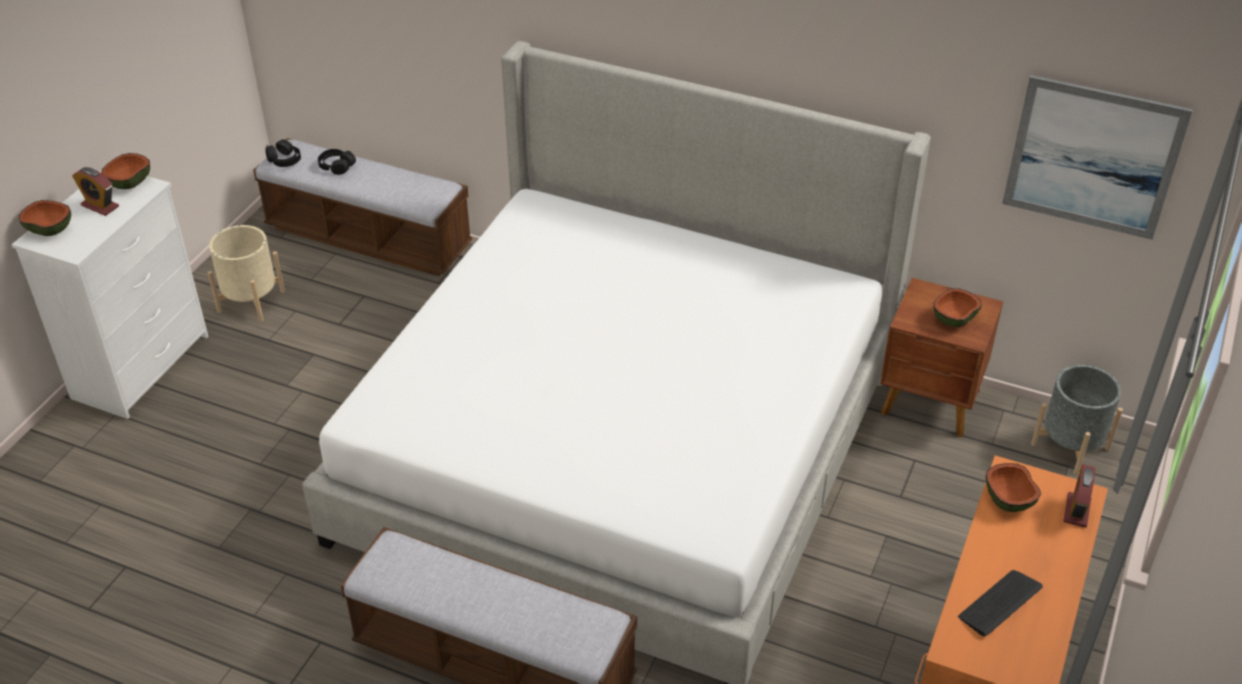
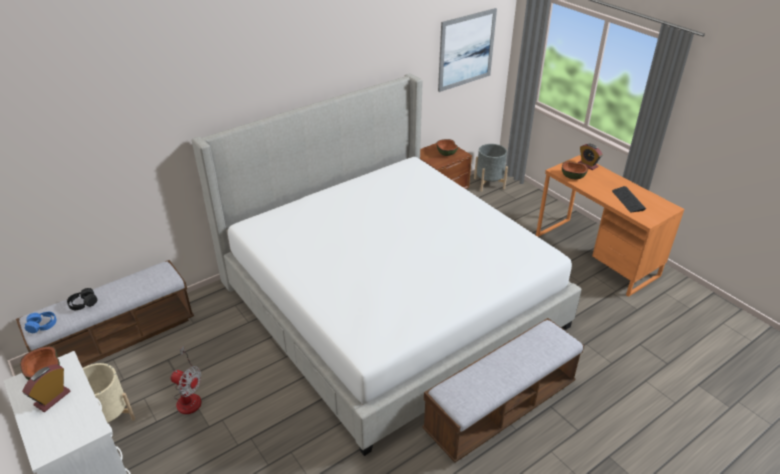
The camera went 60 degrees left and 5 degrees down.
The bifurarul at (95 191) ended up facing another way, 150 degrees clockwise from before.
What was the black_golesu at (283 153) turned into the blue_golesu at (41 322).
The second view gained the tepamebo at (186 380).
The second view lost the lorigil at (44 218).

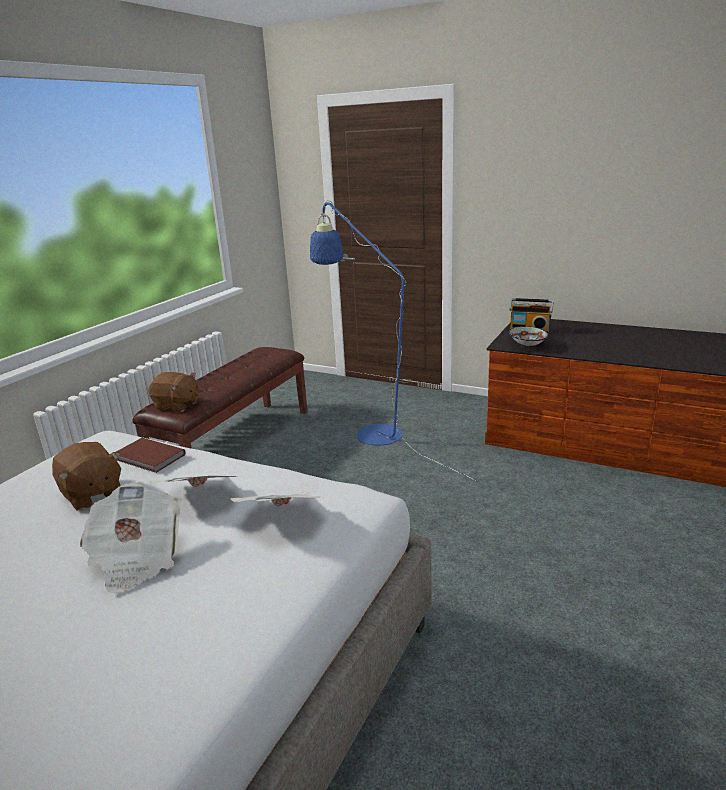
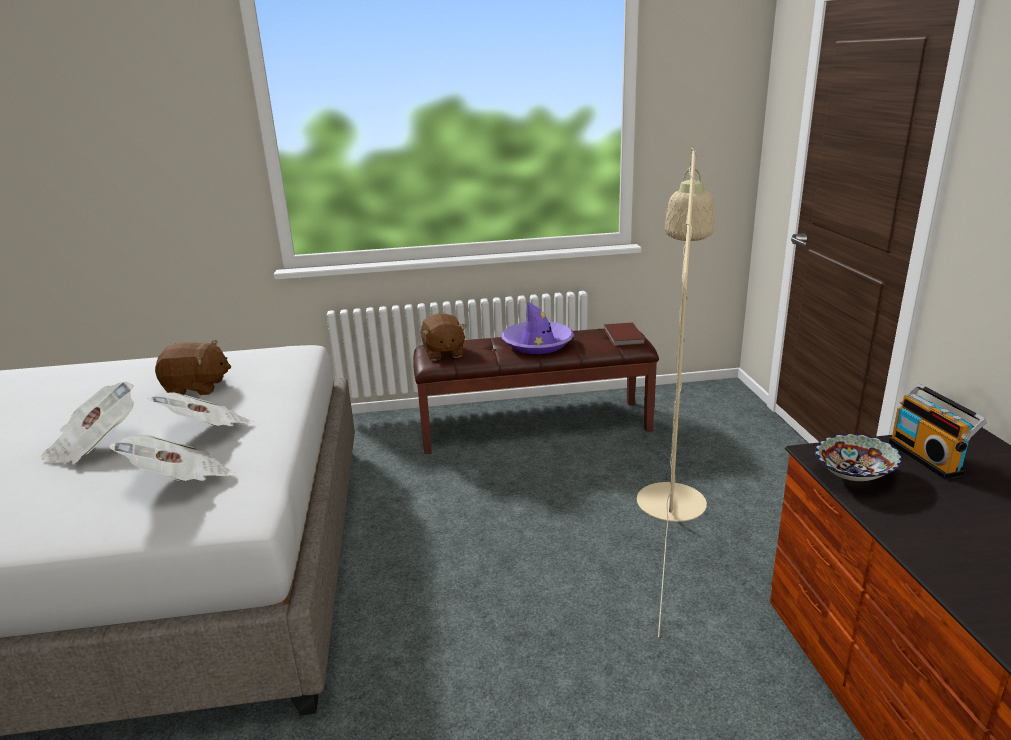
The camera went 55 degrees right and 0 degrees up.
The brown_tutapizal at (87 476) ended up facing another way, 105 degrees counterclockwise from before.
The second view gained the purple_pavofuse at (538 327).
The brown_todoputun ended up elsewhere, having gone from (150 455) to (625 334).
What was the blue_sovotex at (394 341) turned into the beige_sovotex at (676 393).

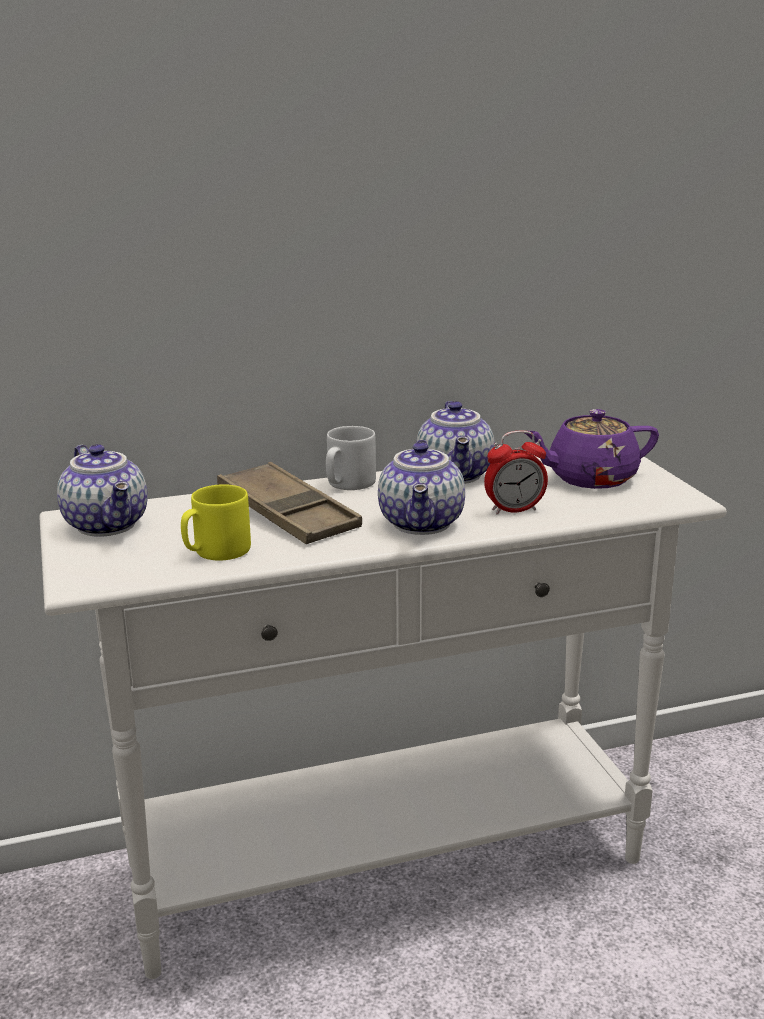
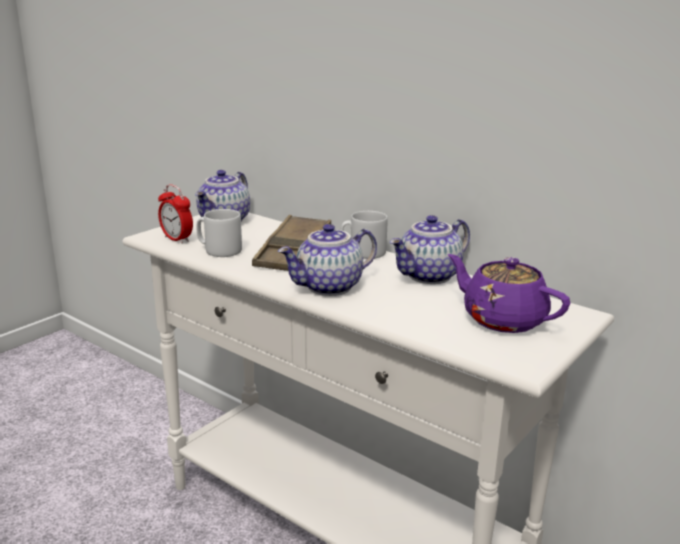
The camera went 55 degrees right and 0 degrees up.
The bifurarul ended up elsewhere, having gone from (516 473) to (175 214).
What was the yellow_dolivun at (216 522) turned into the grey_dolivun at (219 233).

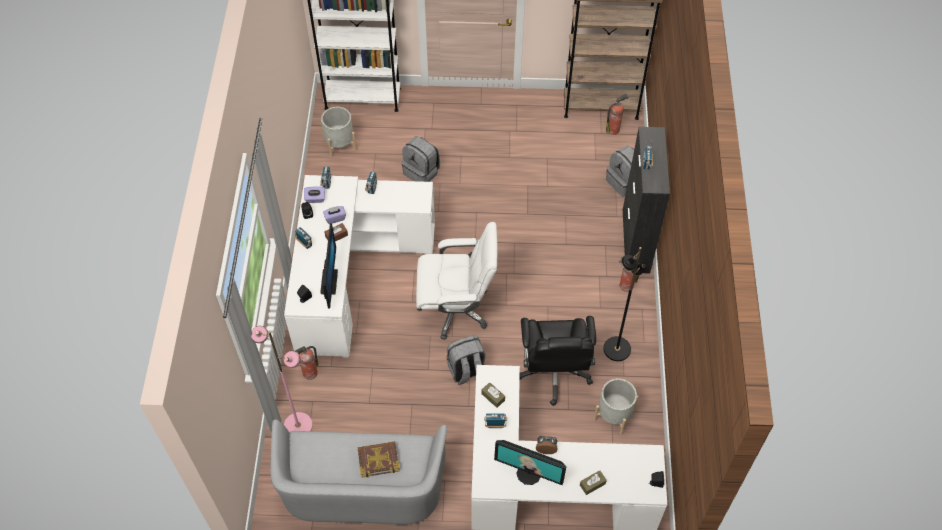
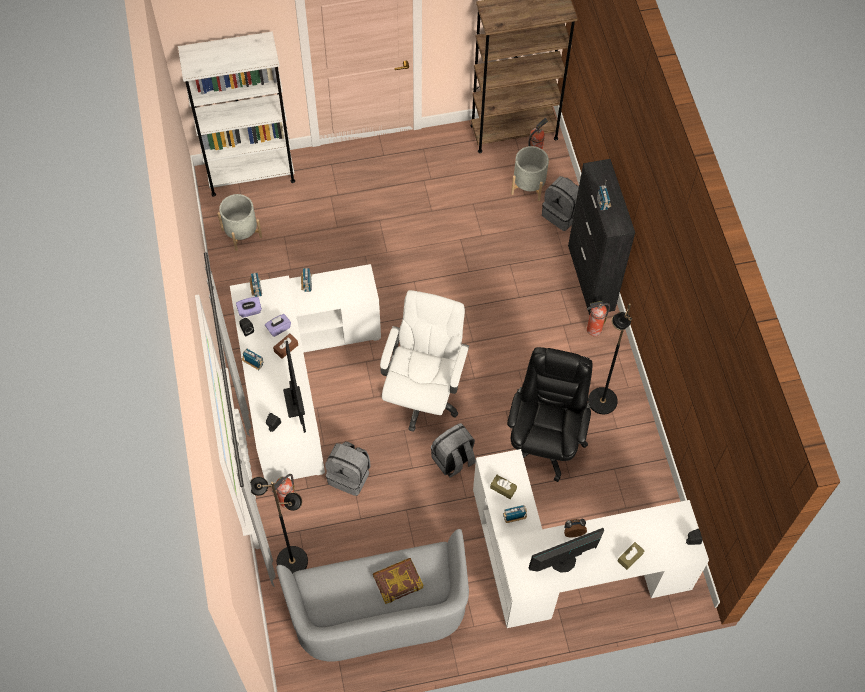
The camera went 15 degrees left and 5 degrees up.
What was the pink_sovotex at (282 379) turned into the black_sovotex at (279 525).
The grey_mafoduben ended up elsewhere, having gone from (421 159) to (348 469).
The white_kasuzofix at (456 281) ended up facing another way, 60 degrees counterclockwise from before.
The black_kasuzofix at (558 361) ended up facing another way, 150 degrees counterclockwise from before.
The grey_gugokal ended up elsewhere, having gone from (616 406) to (530 173).
The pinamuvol at (530 462) ended up facing another way, 150 degrees clockwise from before.

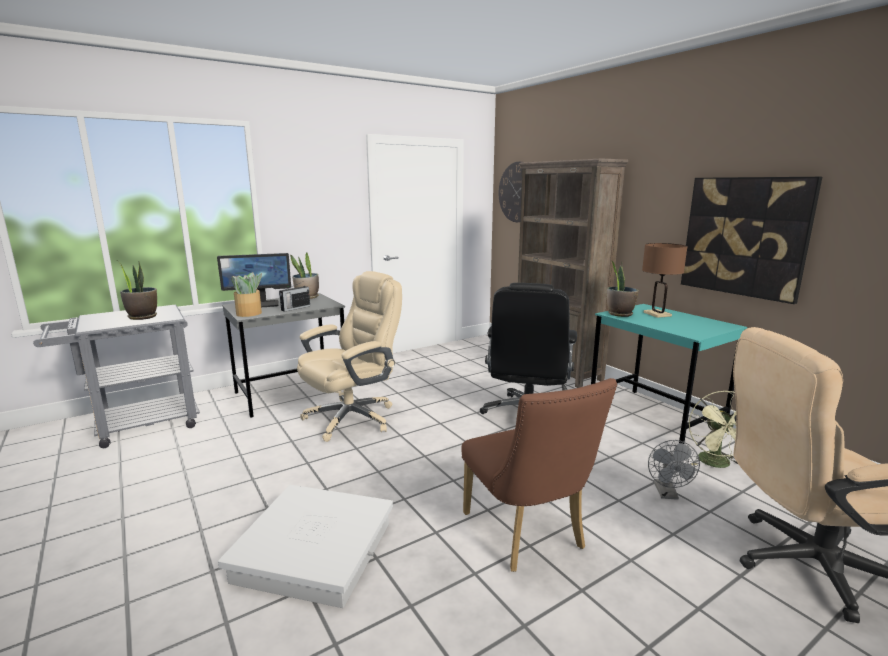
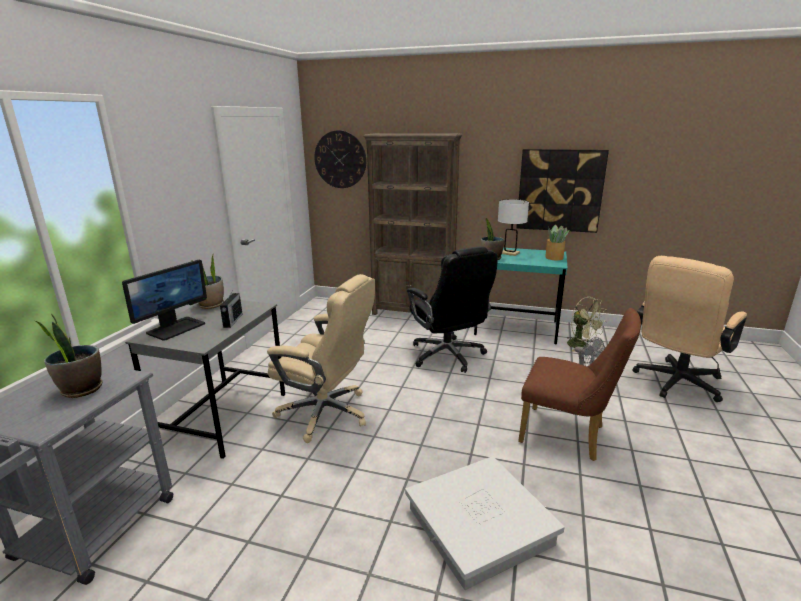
The camera went 40 degrees left and 5 degrees up.
The beige_kasuzofix at (349 356) ended up facing another way, 105 degrees clockwise from before.
What was the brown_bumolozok at (665 280) turned into the white_bumolozok at (513 227).
The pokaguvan ended up elsewhere, having gone from (246 294) to (557 242).

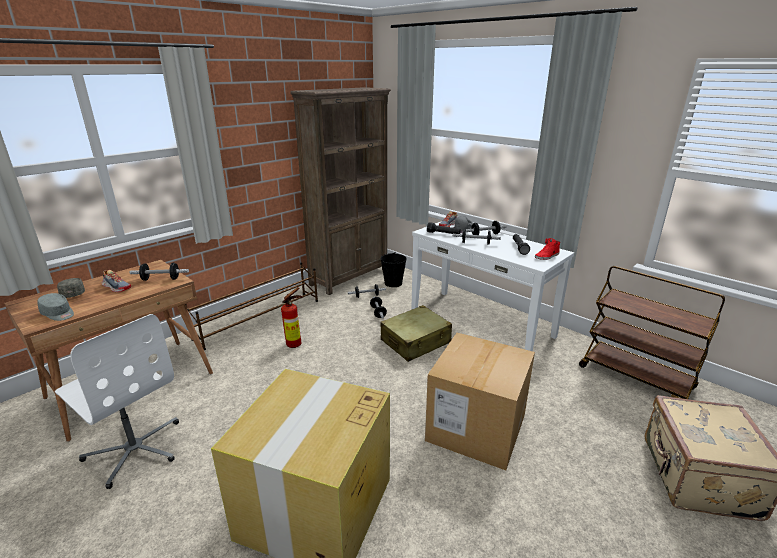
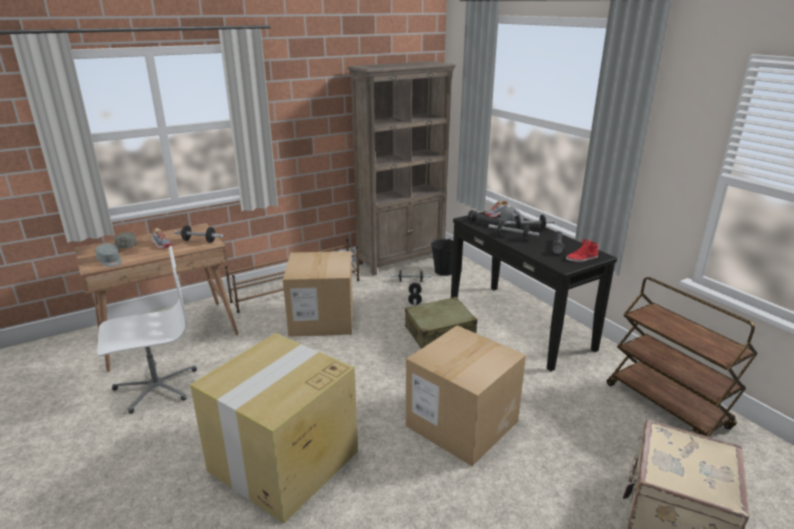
The camera went 15 degrees right and 0 degrees up.
The white_kasuzofix at (117 401) ended up facing another way, 75 degrees counterclockwise from before.
Where the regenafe stood at (292 317), the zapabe came to stand at (318 294).
What was the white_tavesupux at (492 286) turned into the black_tavesupux at (534 291).

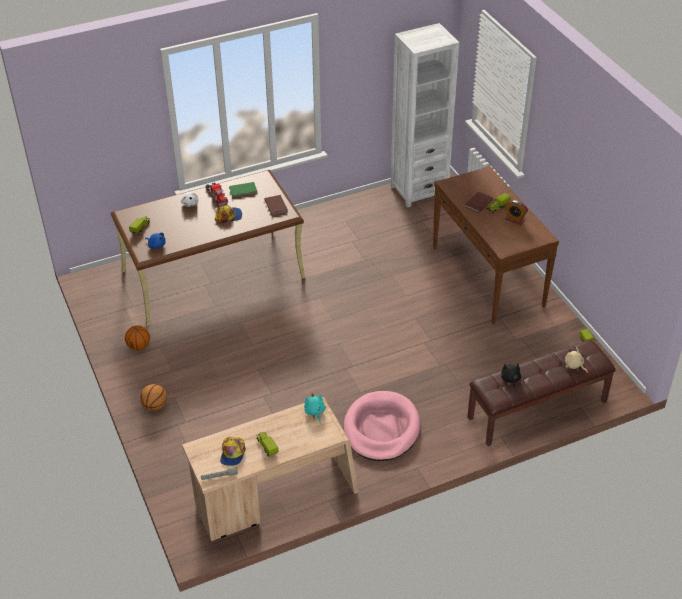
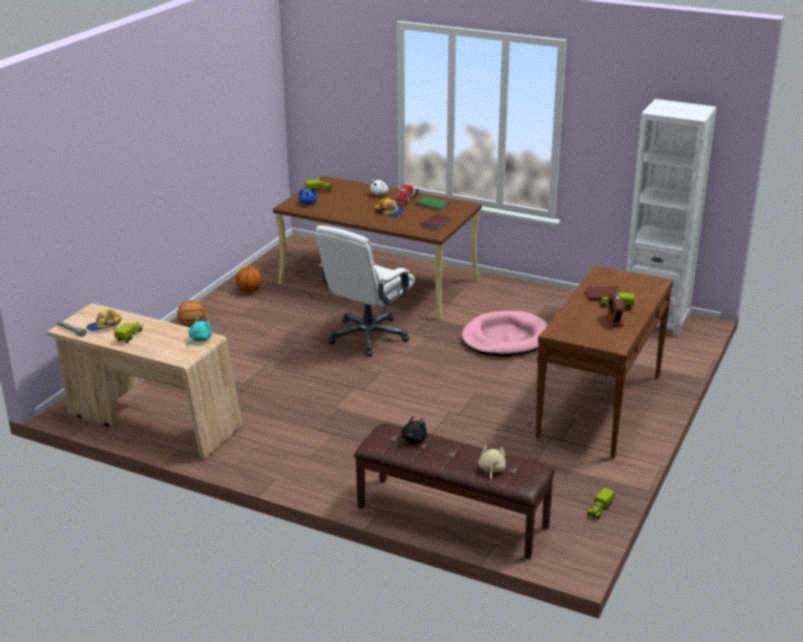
The camera went 50 degrees right and 15 degrees down.
The second view gained the white_kasuzofix at (365 290).
The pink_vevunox ended up elsewhere, having gone from (381 426) to (505 334).

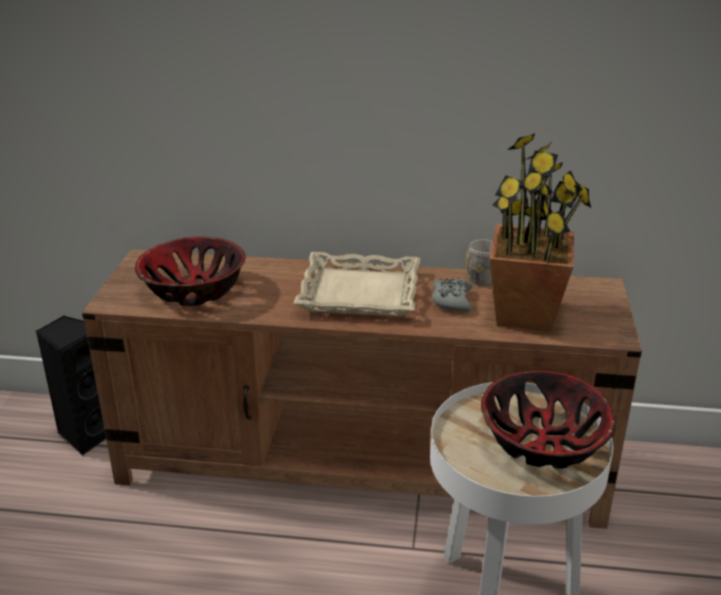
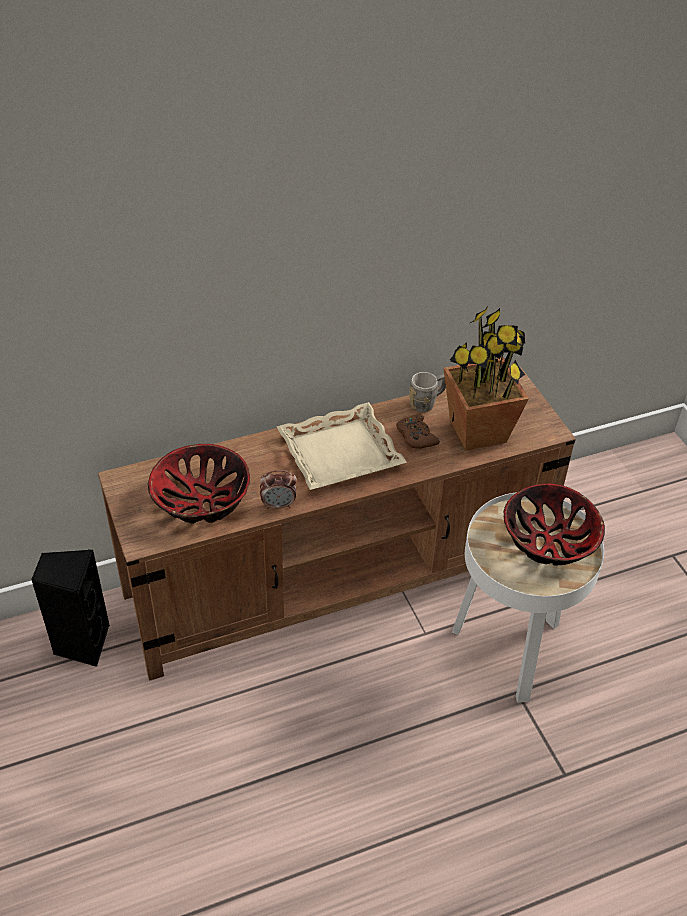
The camera went 30 degrees left and 15 degrees up.
The second view gained the bifurarul at (278 489).
What was the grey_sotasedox at (452 295) turned into the brown_sotasedox at (418 432).

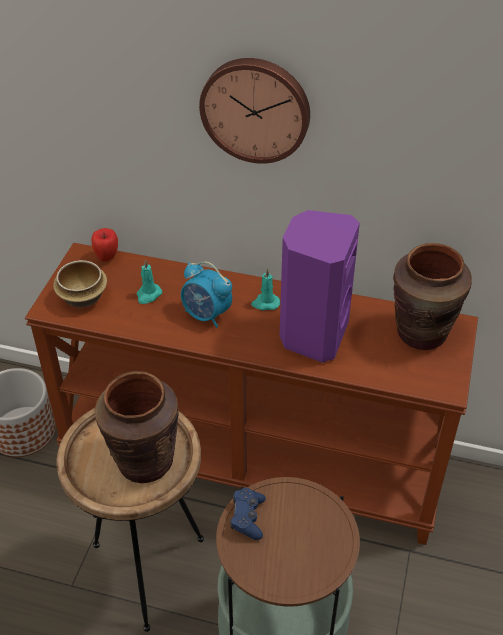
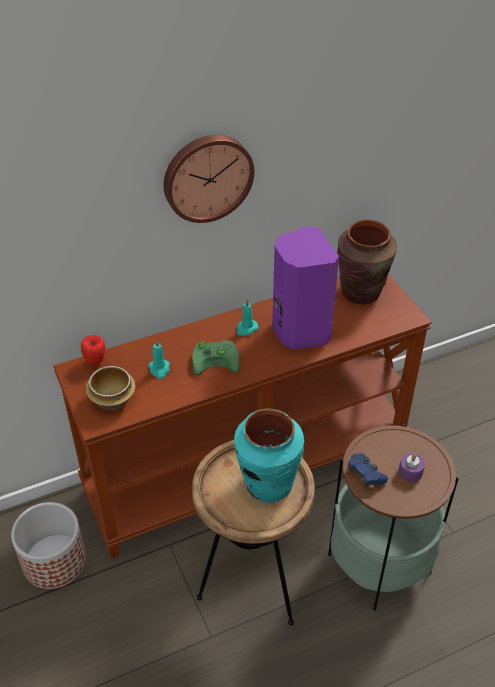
The camera went 40 degrees left and 0 degrees up.
Where the bifurarul stood at (206 294), the green_sotasedox came to stand at (216 358).
What was the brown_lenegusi at (137 427) turned into the turquoise_lenegusi at (269 455).
The second view gained the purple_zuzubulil at (411 467).

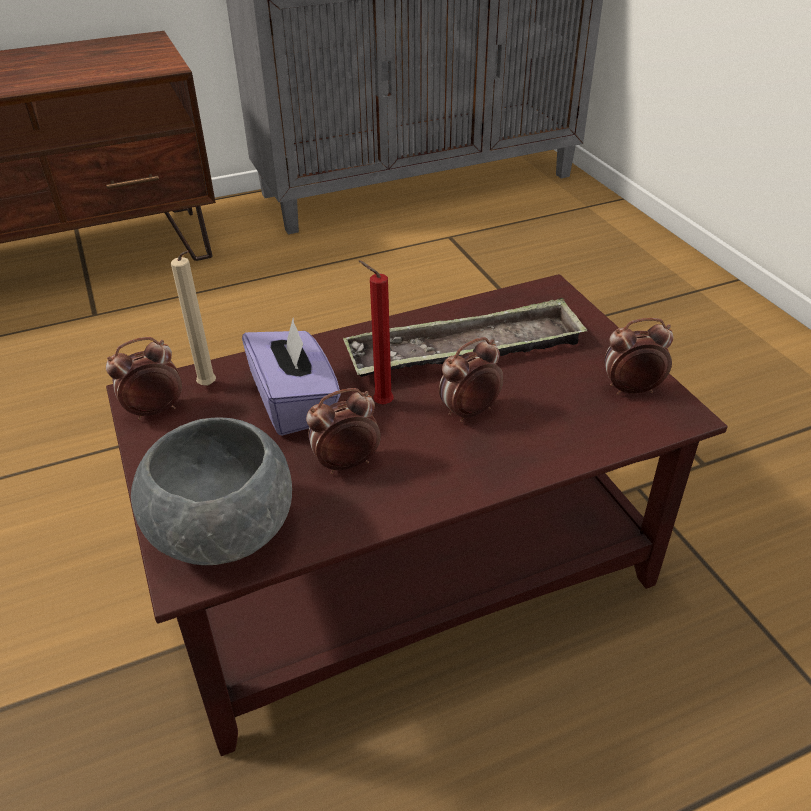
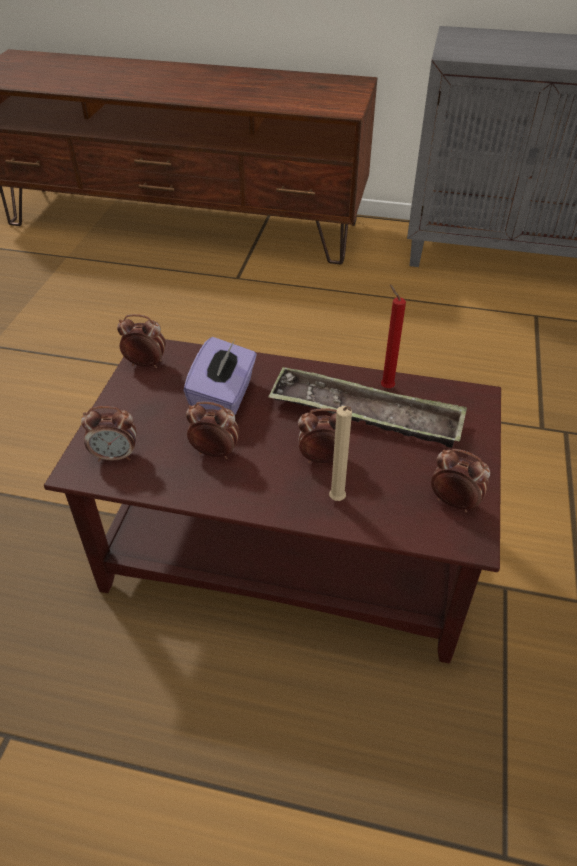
The camera went 35 degrees right and 5 degrees up.
Where the grey_lorigil stood at (211 491), the bifurarul came to stand at (109 434).
The beige_zuzubulil ended up elsewhere, having gone from (193 318) to (340 453).
The red_zuzubulil ended up elsewhere, having gone from (376 332) to (393 336).

